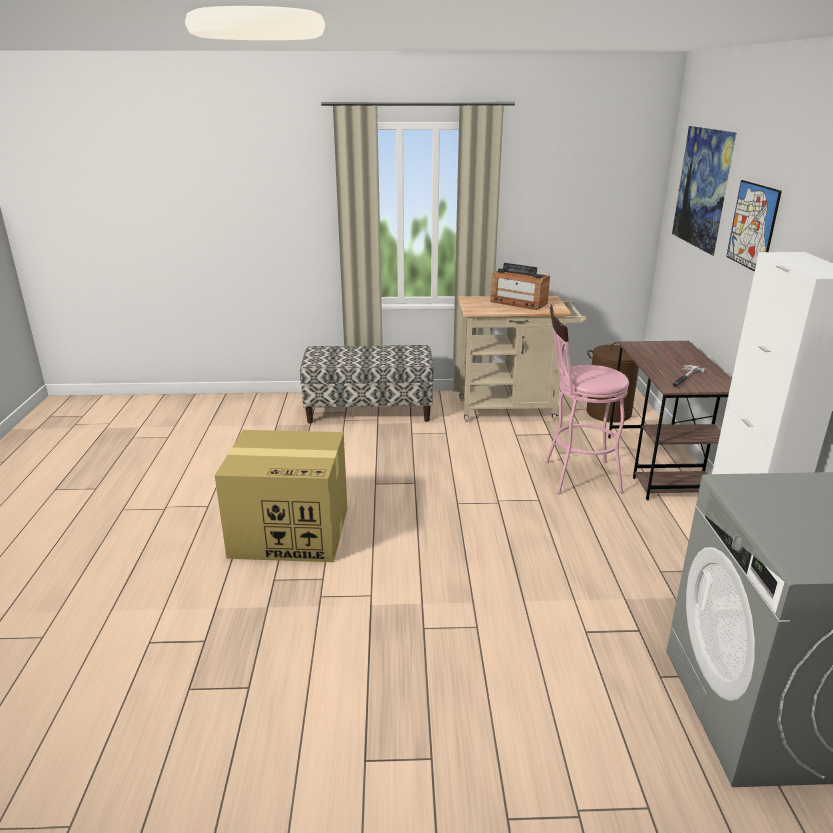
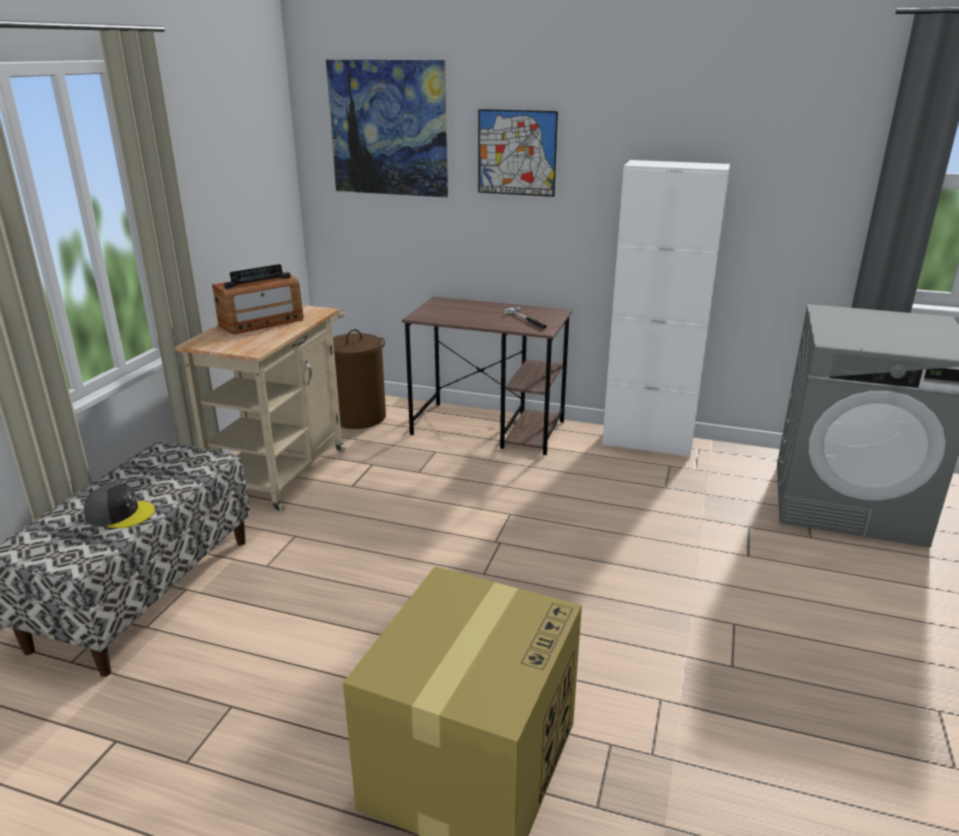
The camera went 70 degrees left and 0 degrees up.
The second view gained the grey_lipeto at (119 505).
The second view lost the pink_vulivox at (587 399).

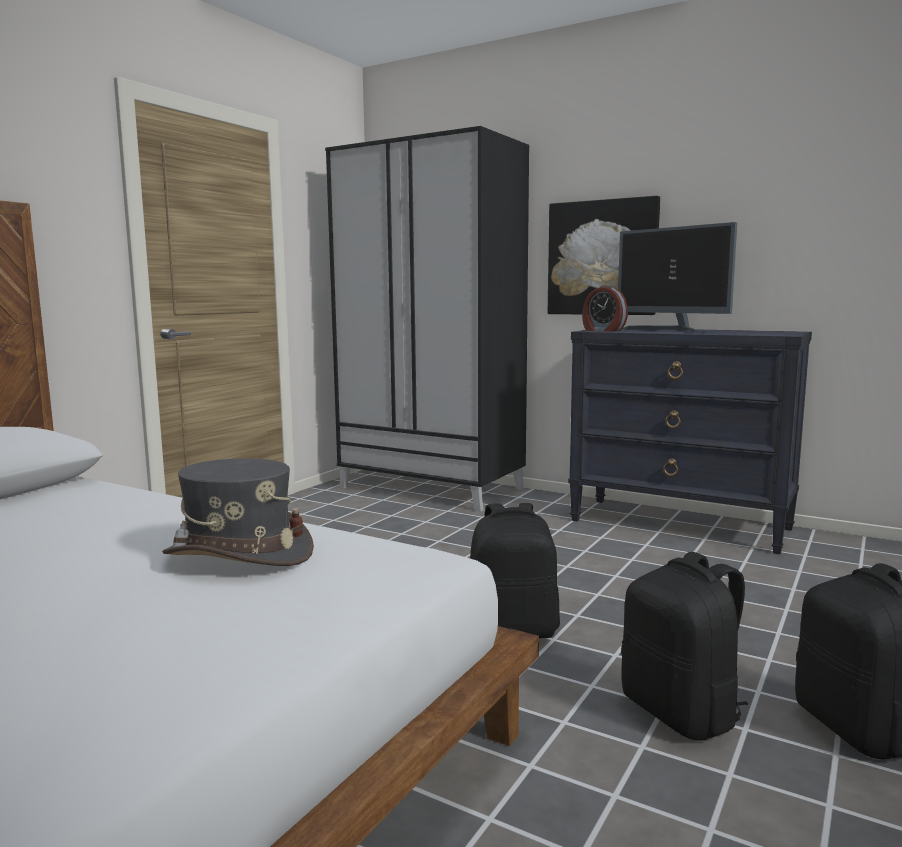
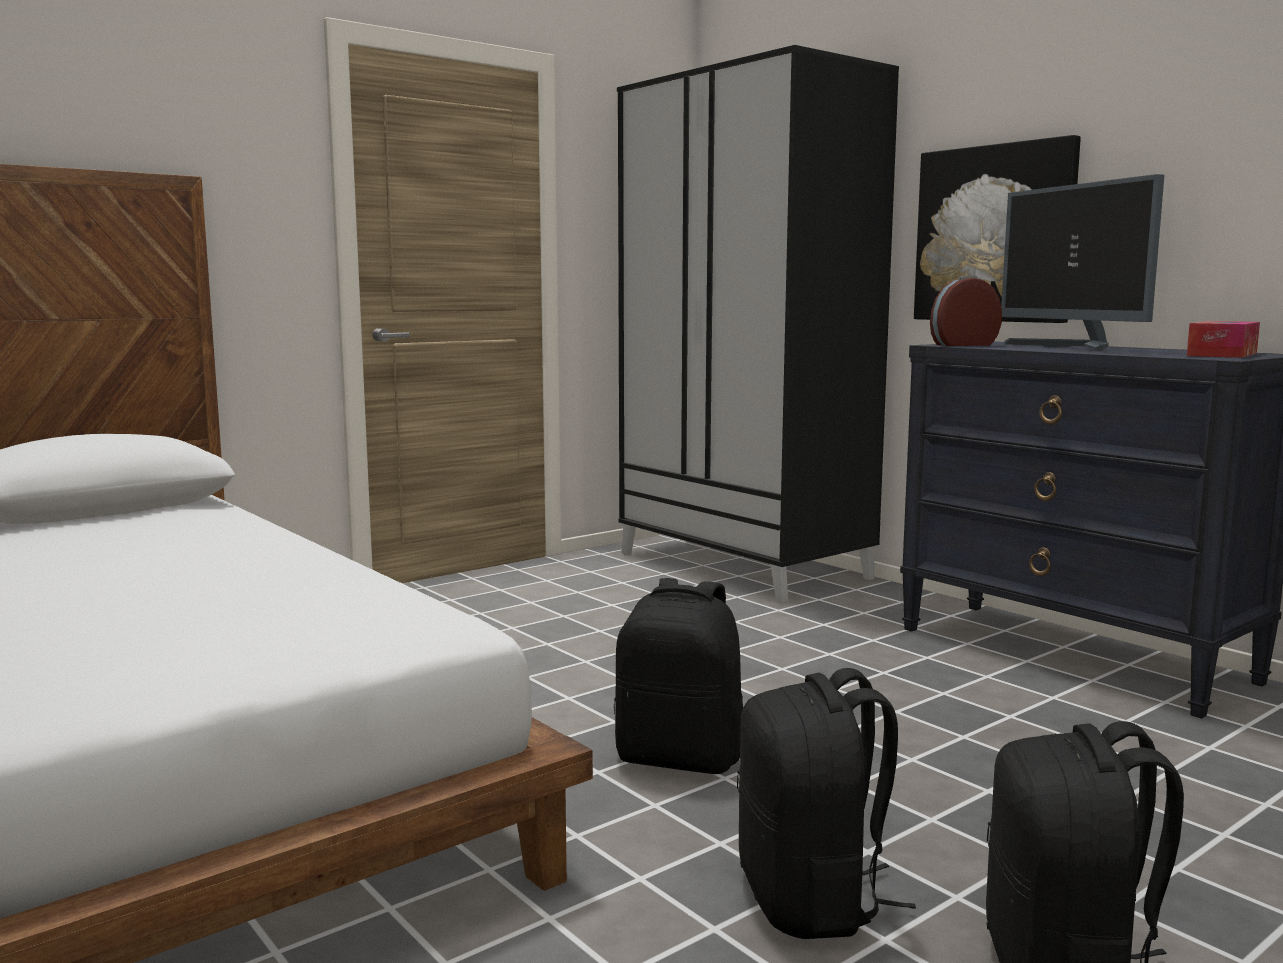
The camera went 20 degrees right and 0 degrees up.
The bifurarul at (605 308) ended up facing another way, 105 degrees clockwise from before.
The second view gained the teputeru at (1223 339).
The second view lost the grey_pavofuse at (238 512).

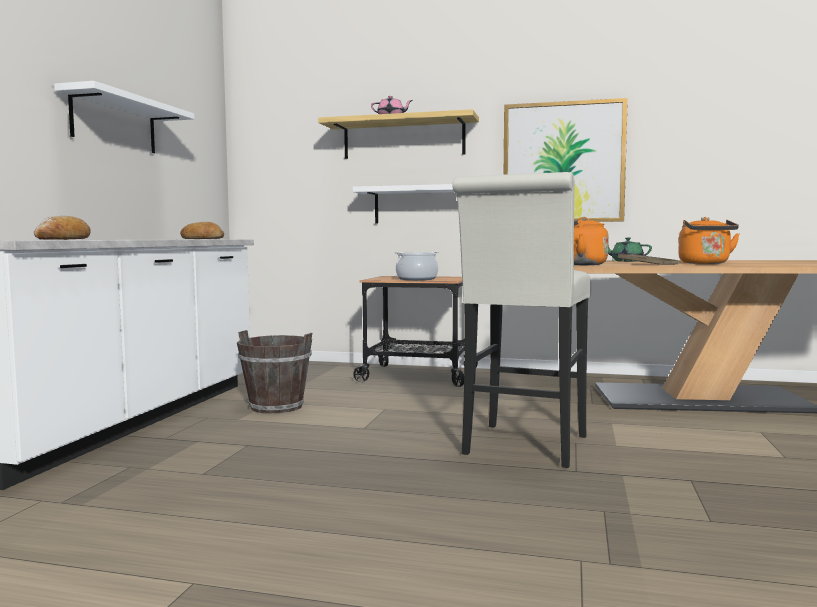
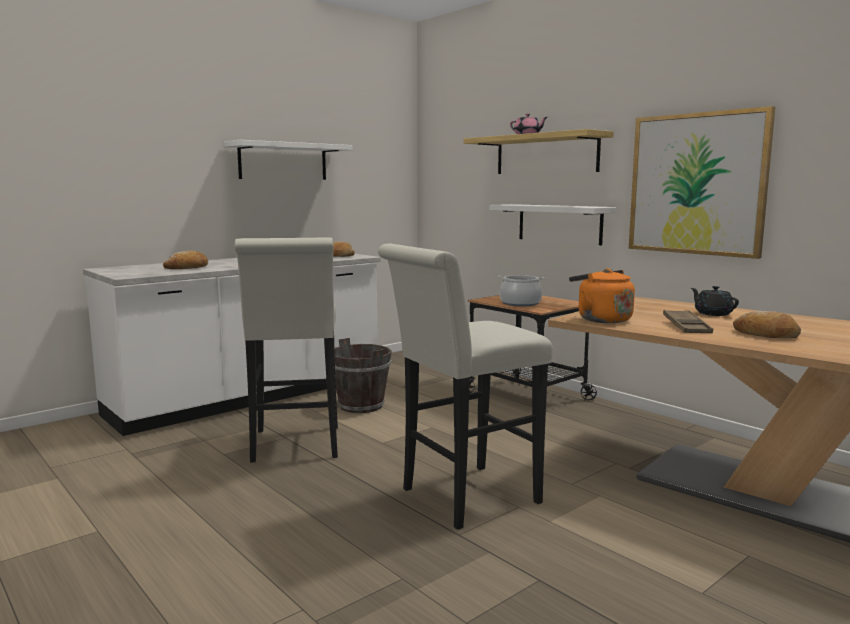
The camera went 35 degrees right and 5 degrees up.
The second view gained the white_vulivox at (286 350).
What was the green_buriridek at (630 250) turned into the black_buriridek at (715 301).
Where the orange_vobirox stood at (709 240), the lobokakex came to stand at (767 324).

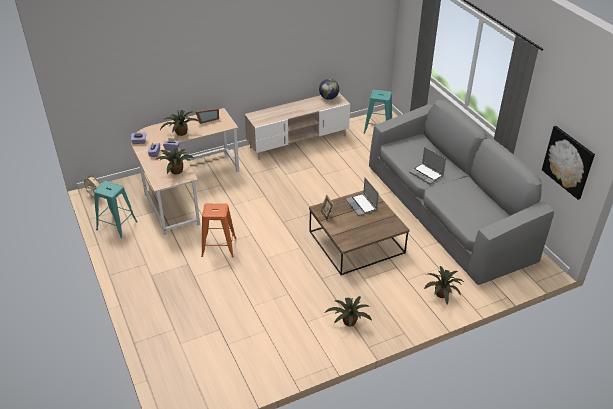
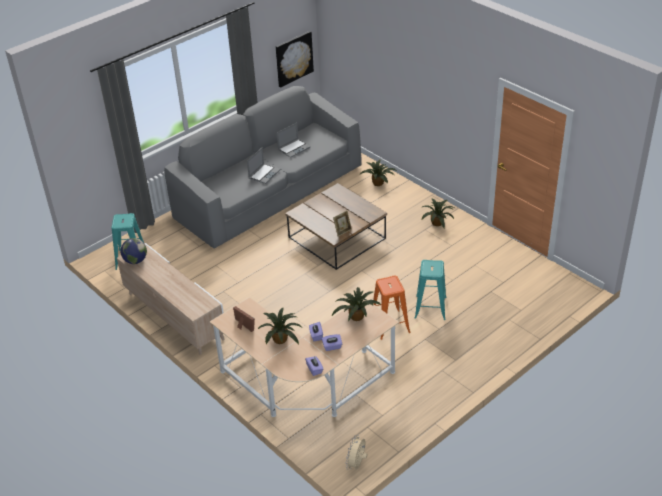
The camera went 105 degrees left and 0 degrees up.
The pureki ended up elsewhere, having gone from (362 197) to (293 140).
The turquoise_vulivox ended up elsewhere, having gone from (116 209) to (431 290).

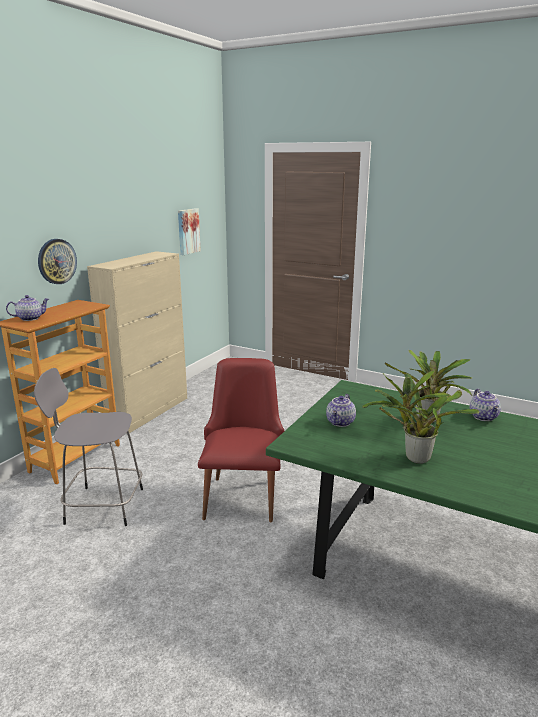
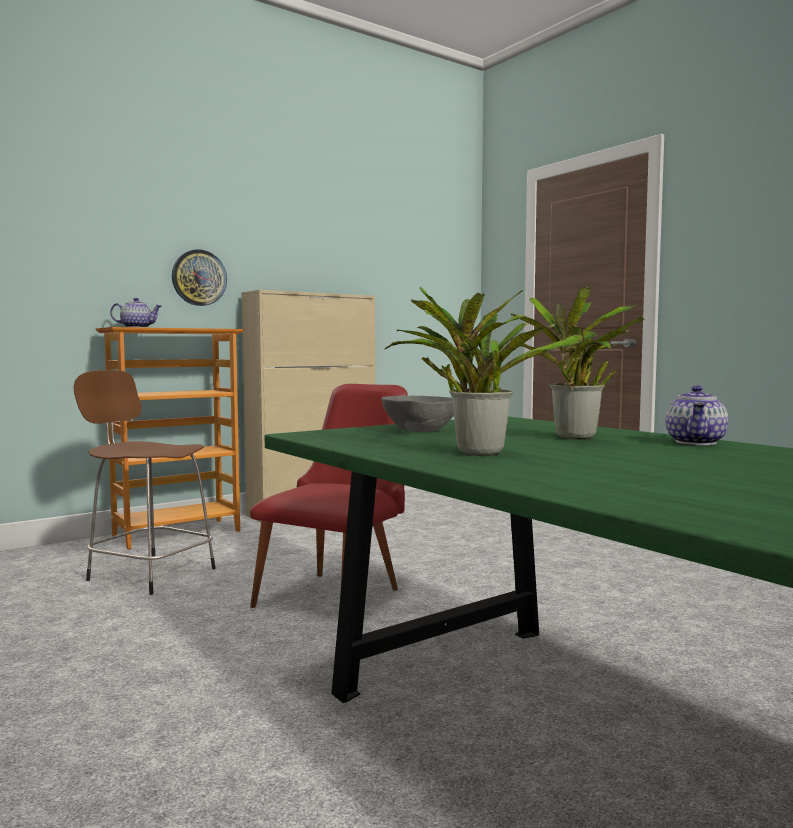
The camera went 25 degrees right and 15 degrees down.
What was the grey_vulivox at (88 447) turned into the brown_vulivox at (145 482).
Where the buriridek stood at (341 410), the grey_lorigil came to stand at (417 414).
The second view lost the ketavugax at (189 231).

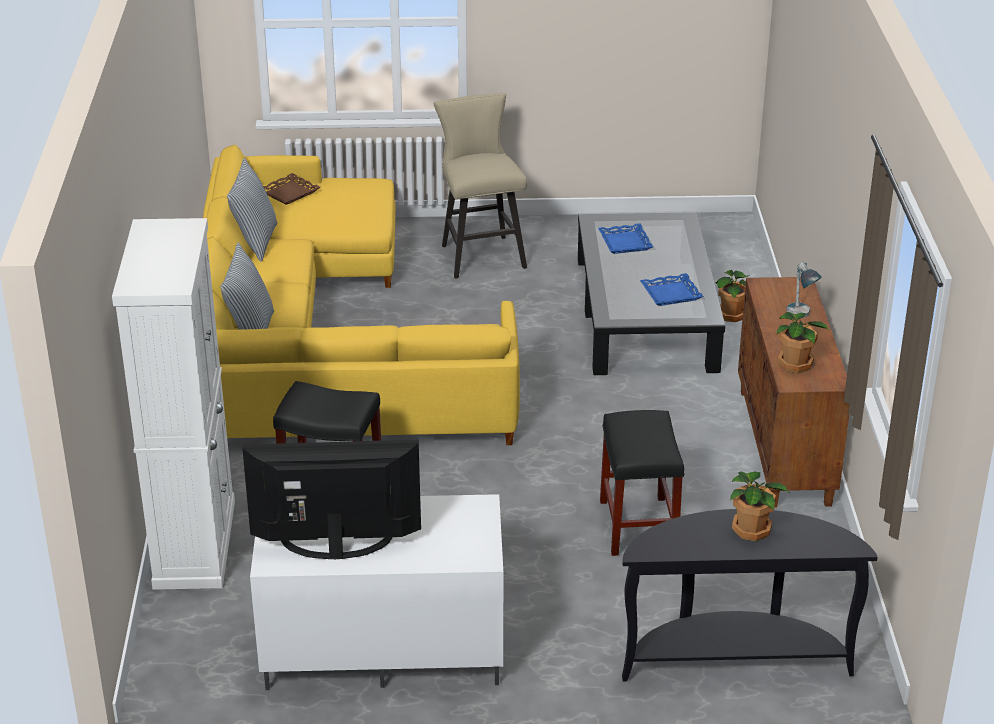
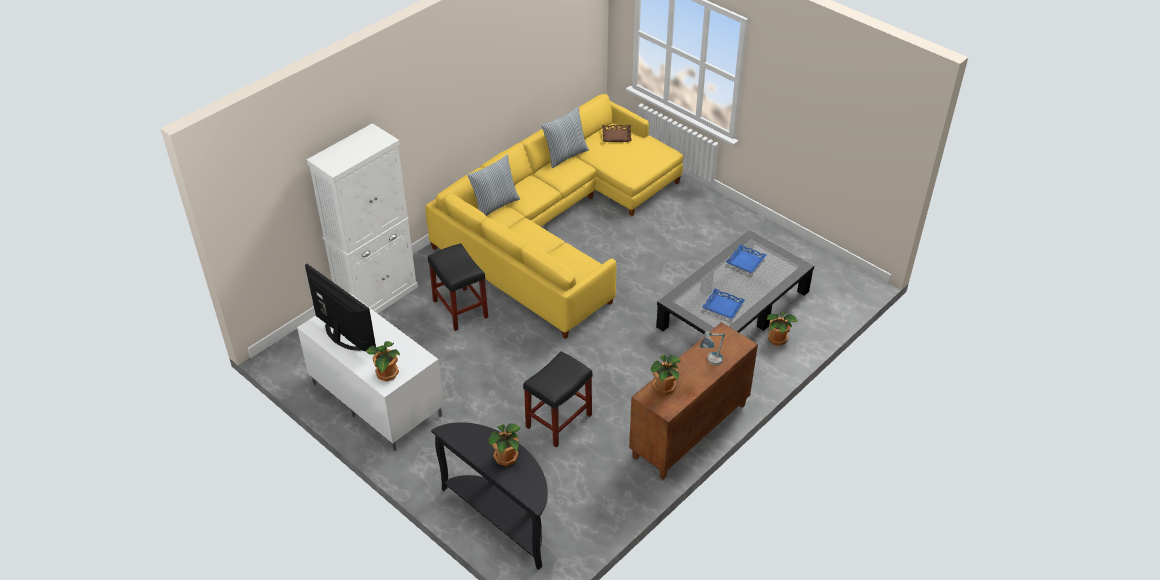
The camera went 45 degrees right and 10 degrees up.
The second view gained the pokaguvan at (383 361).
The second view lost the beige_vulivox at (480 186).

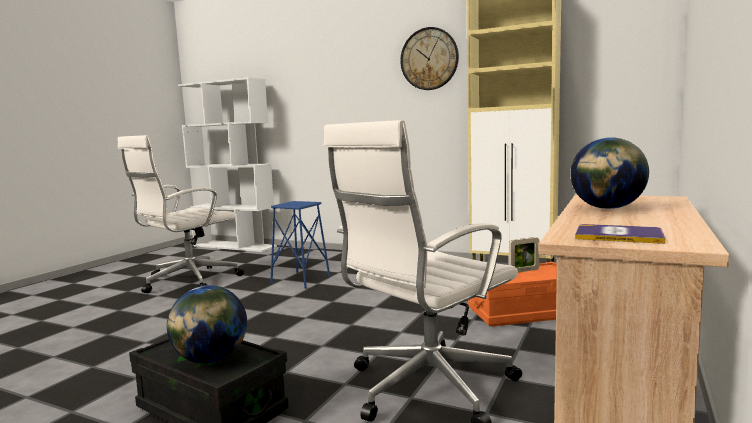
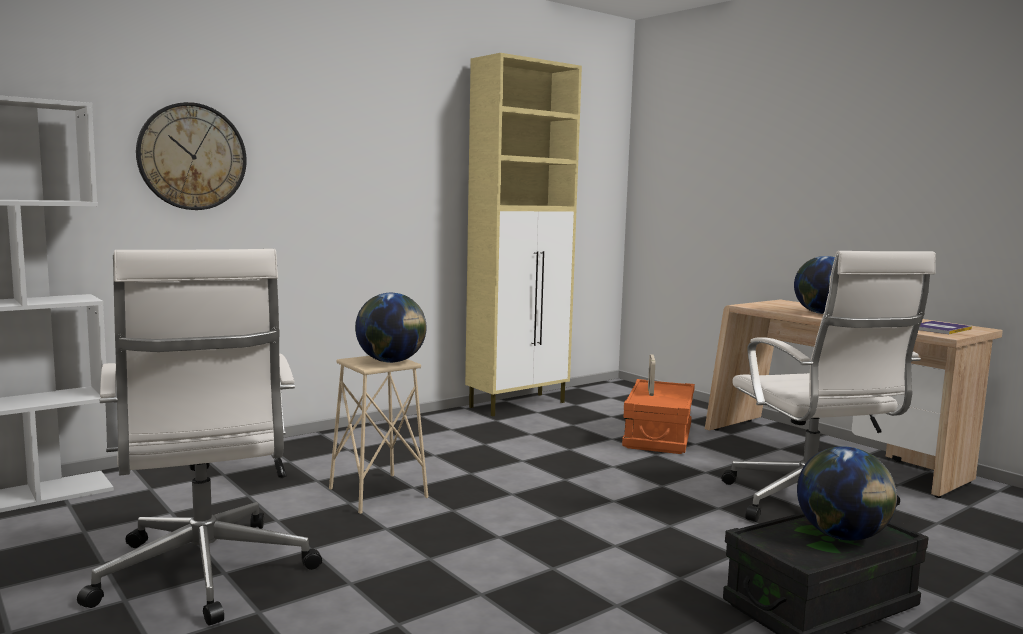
The camera went 65 degrees left and 0 degrees up.
The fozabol ended up elsewhere, having gone from (429 58) to (191 156).
What was the blue_vulivox at (300 245) turned into the beige_vulivox at (378 435).
The second view gained the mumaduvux at (391 328).

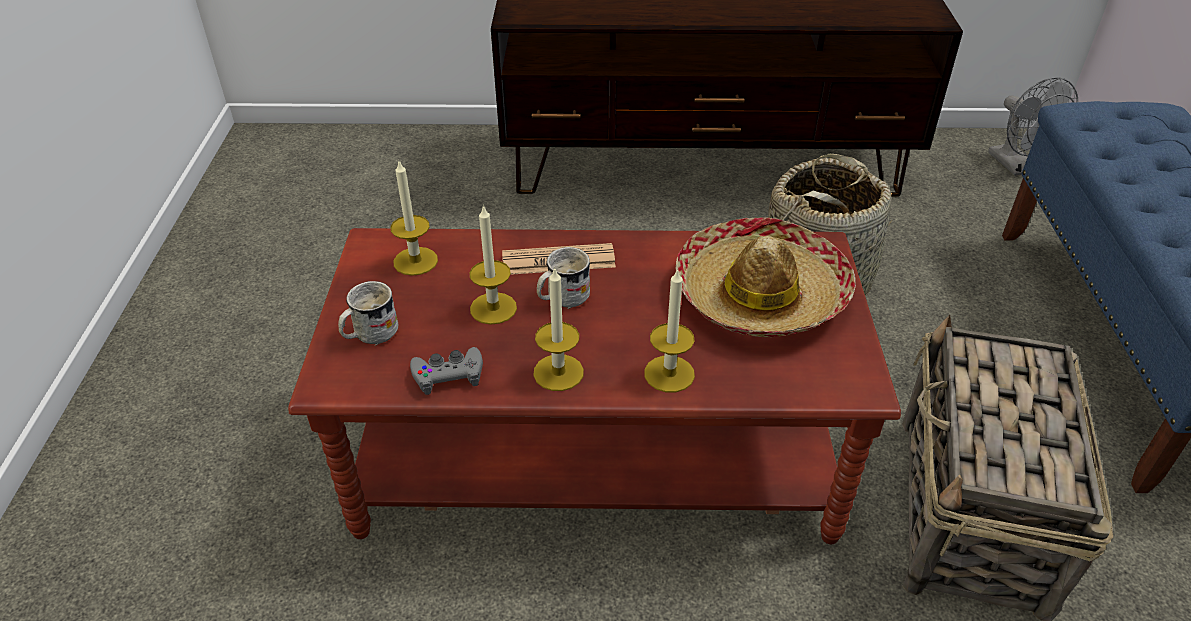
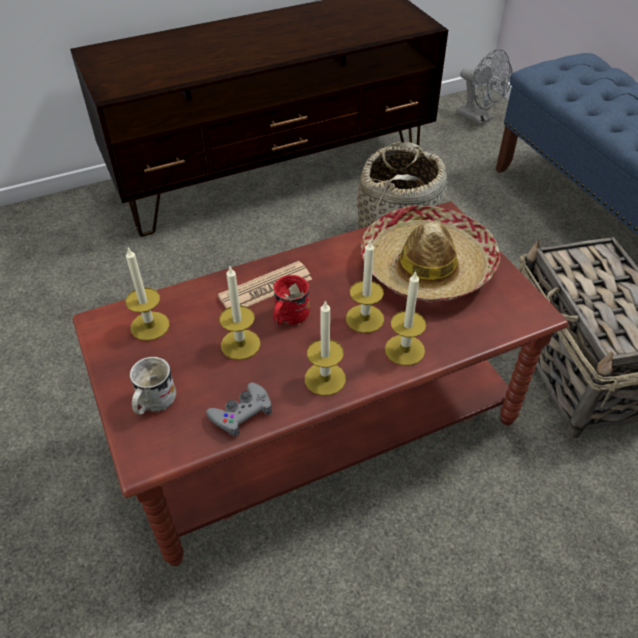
The camera went 25 degrees left and 5 degrees up.
What was the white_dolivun at (563 278) turned into the red_dolivun at (291 300).
The second view gained the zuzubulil at (365 287).

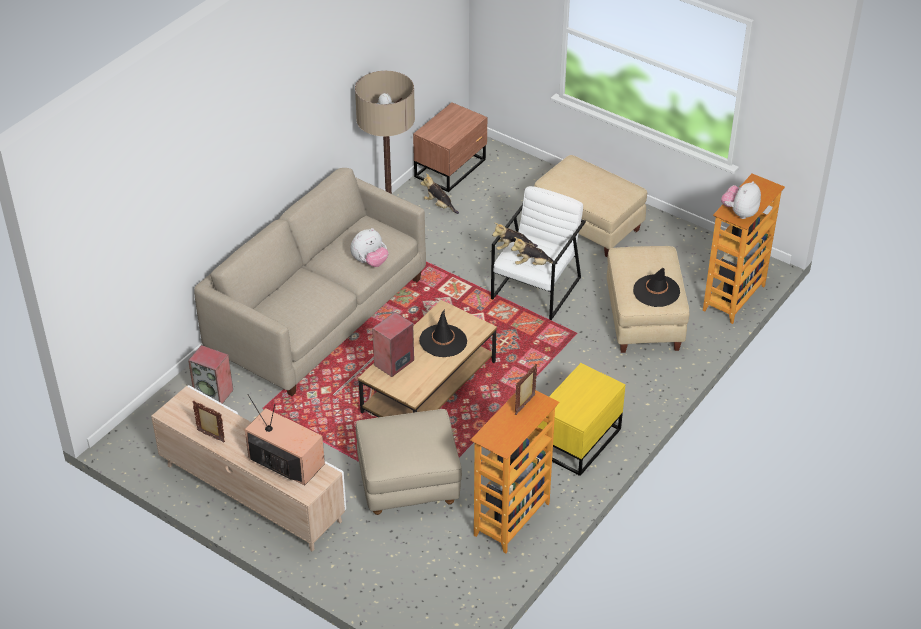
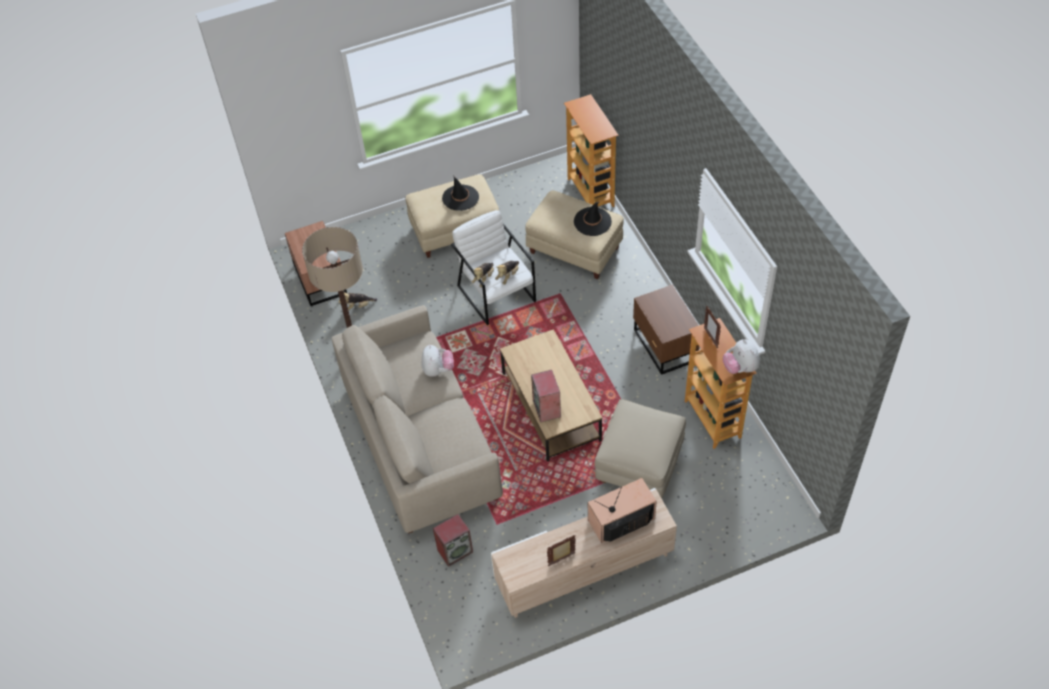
The camera went 55 degrees left and 10 degrees up.
The black_pavofuse ended up elsewhere, having gone from (443 333) to (460 193).
What was the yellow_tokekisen at (582 419) turned into the brown_tokekisen at (666 330).
The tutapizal ended up elsewhere, having gone from (741 200) to (741 356).

